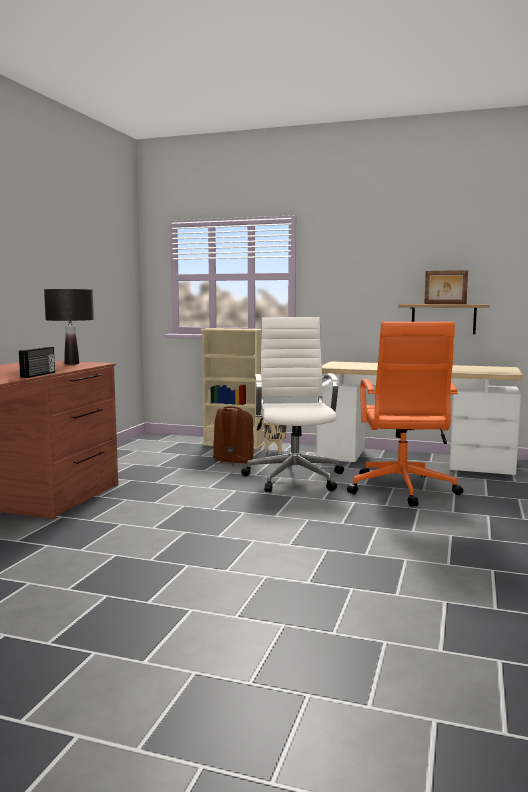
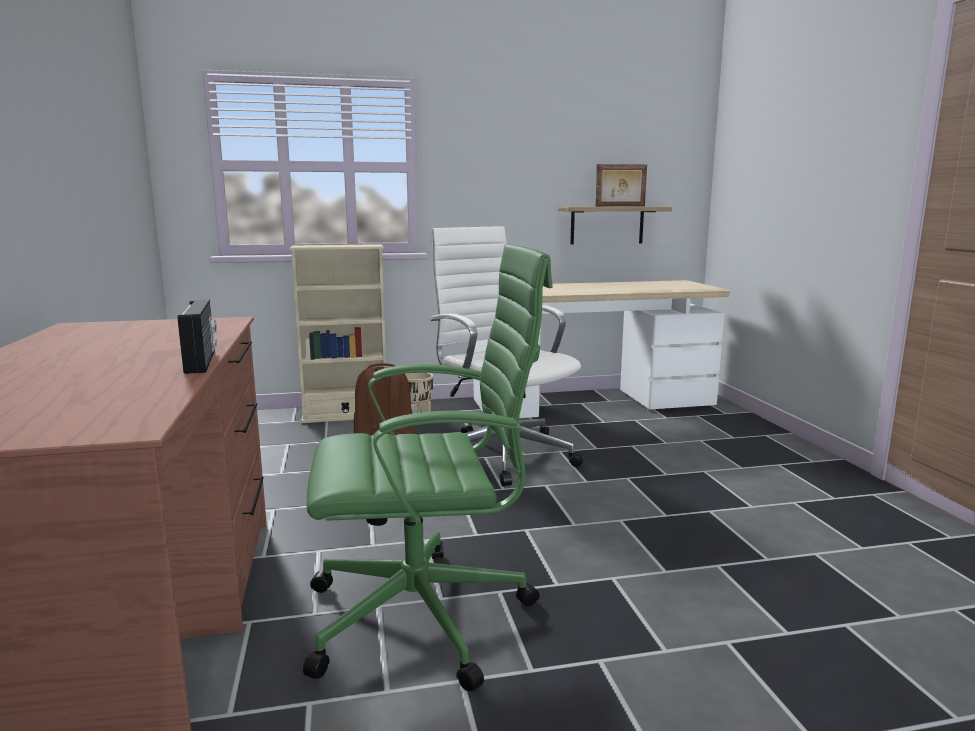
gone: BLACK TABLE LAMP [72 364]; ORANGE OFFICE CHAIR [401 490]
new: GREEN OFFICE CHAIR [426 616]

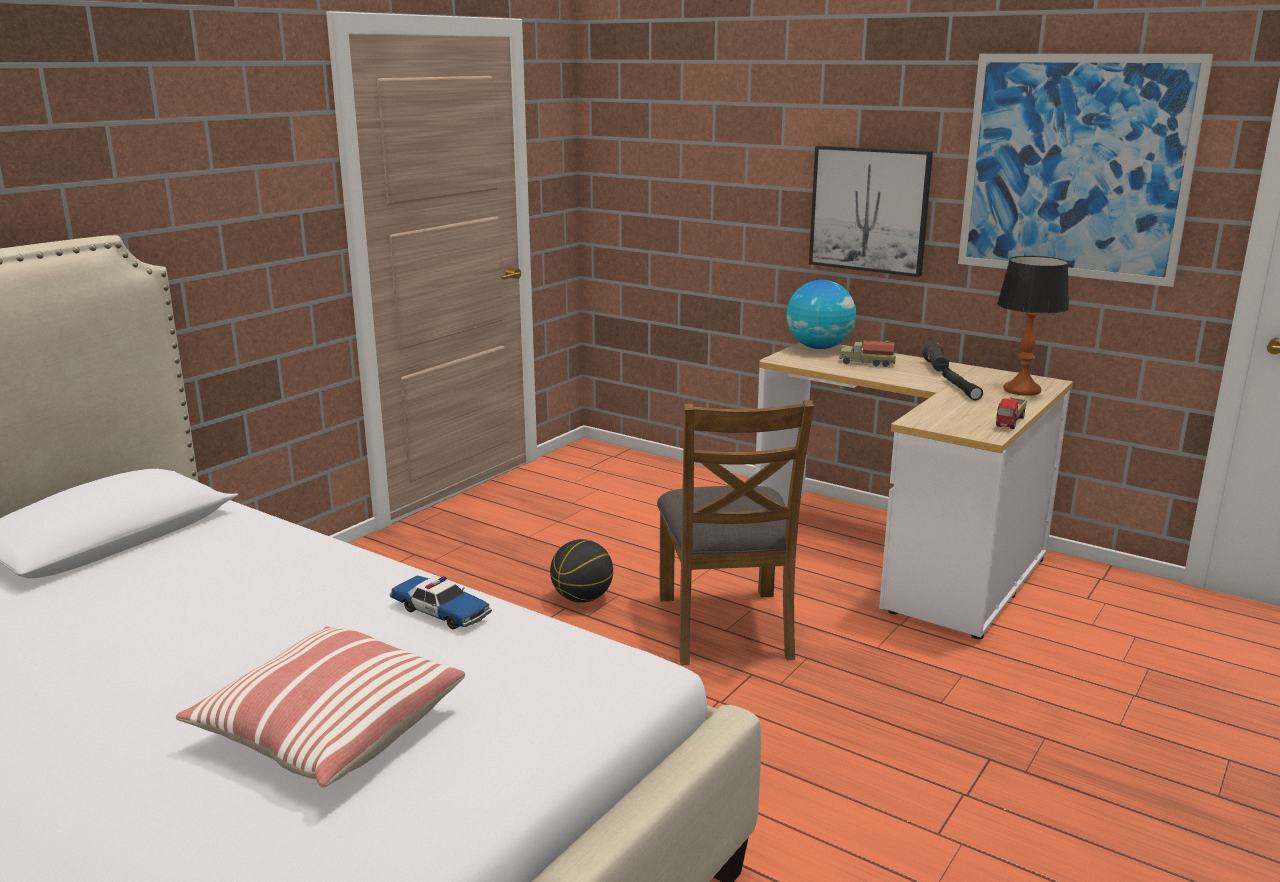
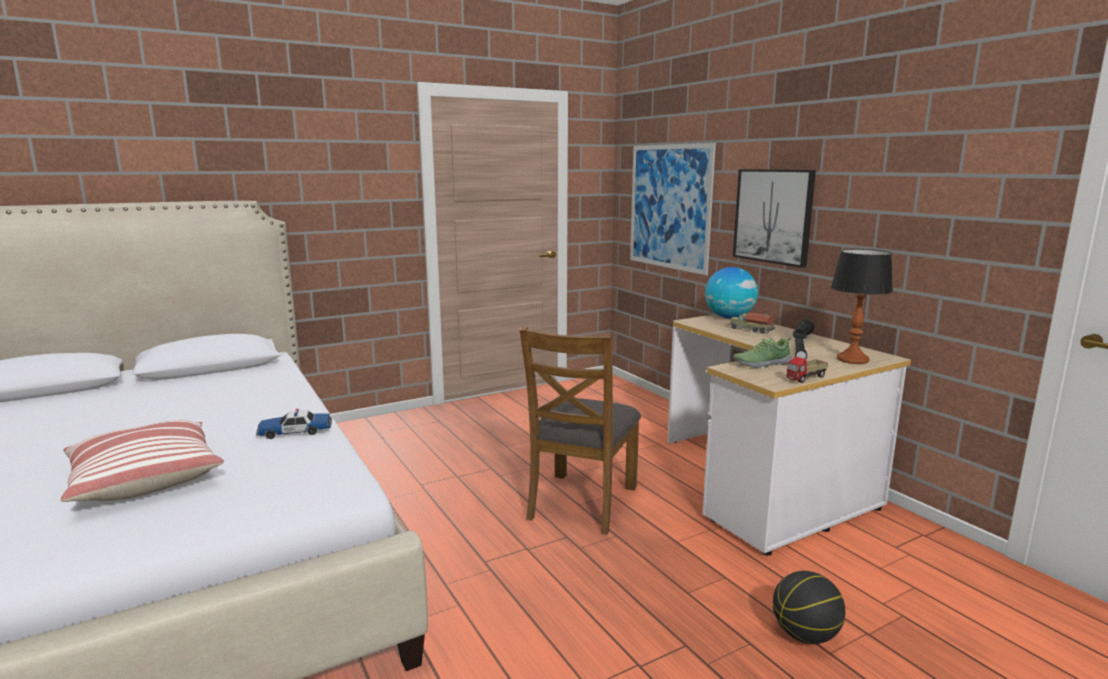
new: SHOE [761 364]
shifted: BASKETBALL [582 598] to [805 635]; PICTURE [1075 167] to [669 207]
rotated: TOY CAR [441 611] = [295 432] 105 degrees clockwise

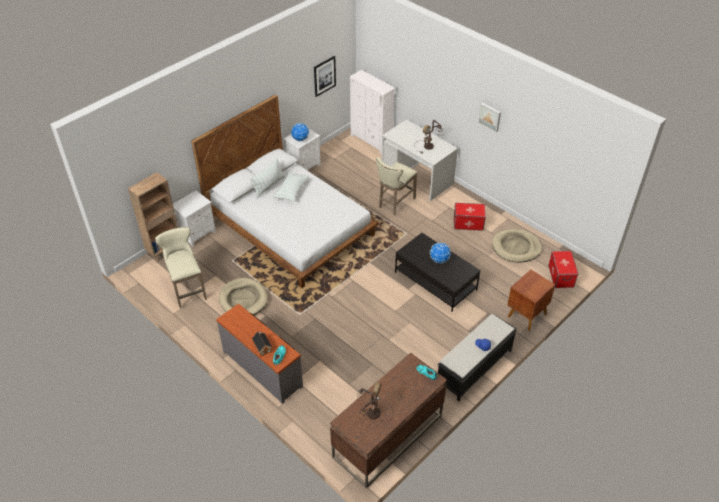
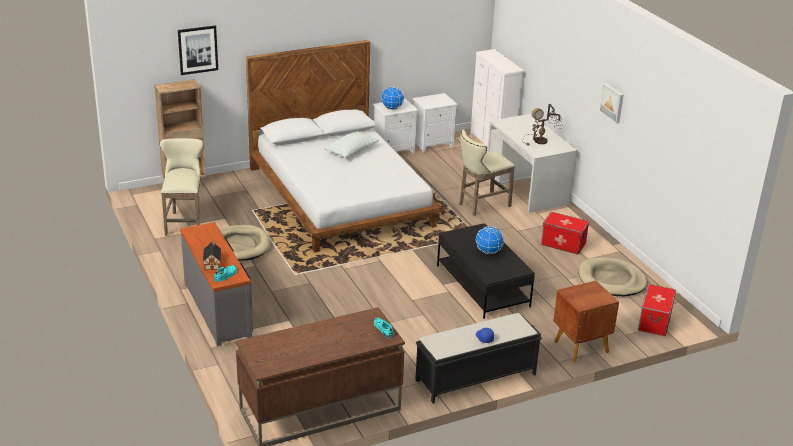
gone: PILLOW [268 186]; TABLE LAMP [372 414]
shifted: WHITE NIGHTSTAND [197 233] to [432 143]; PICTURE [324 76] to [198 49]

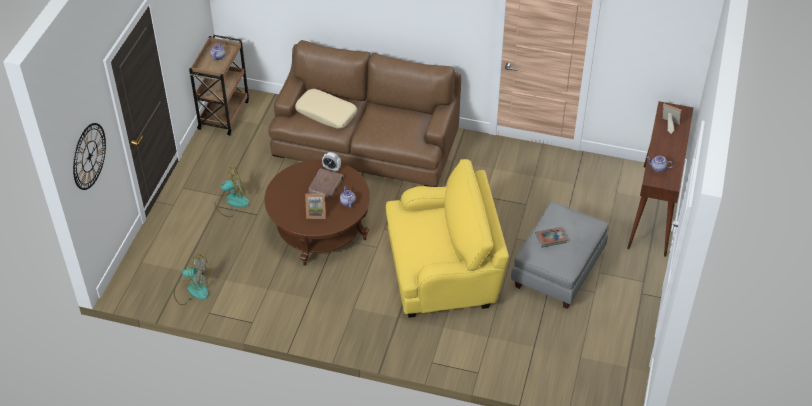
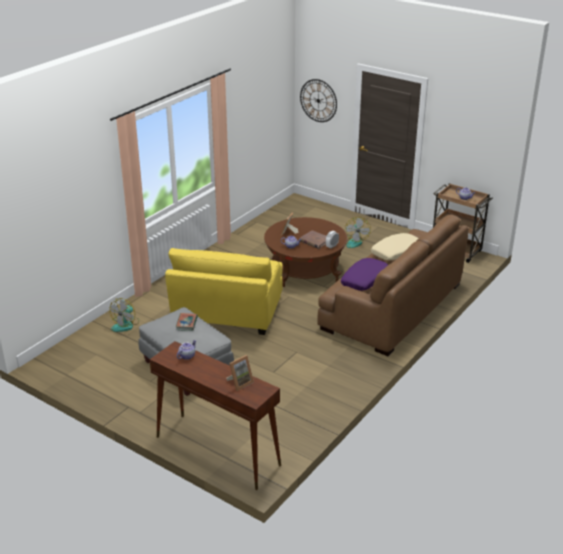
new: PURPLE PILLOW [365 280]
shifted: FAN [192 289] to [126 324]

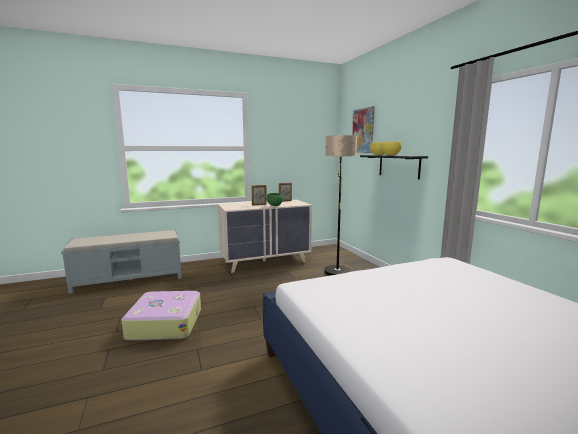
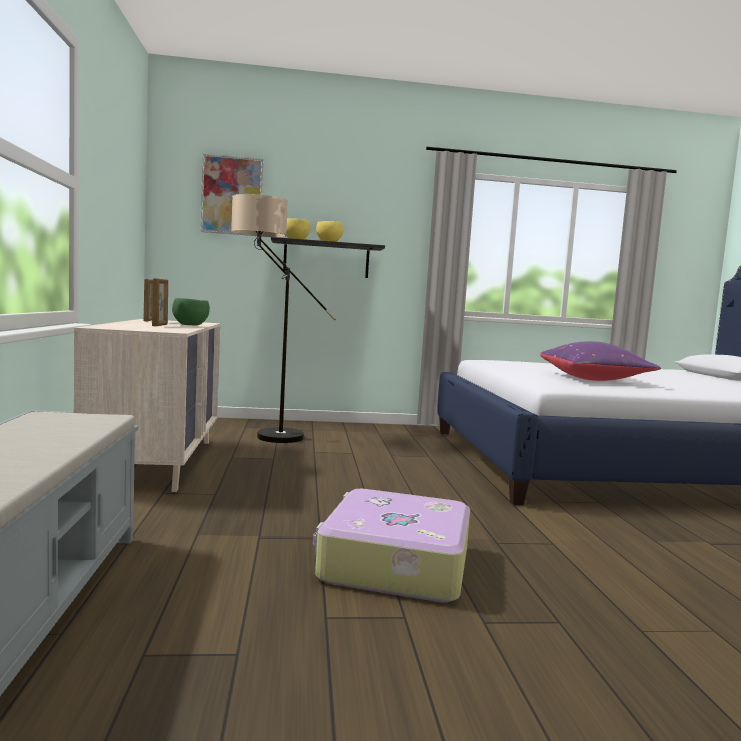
new: PURPLE PILLOW [594 379]

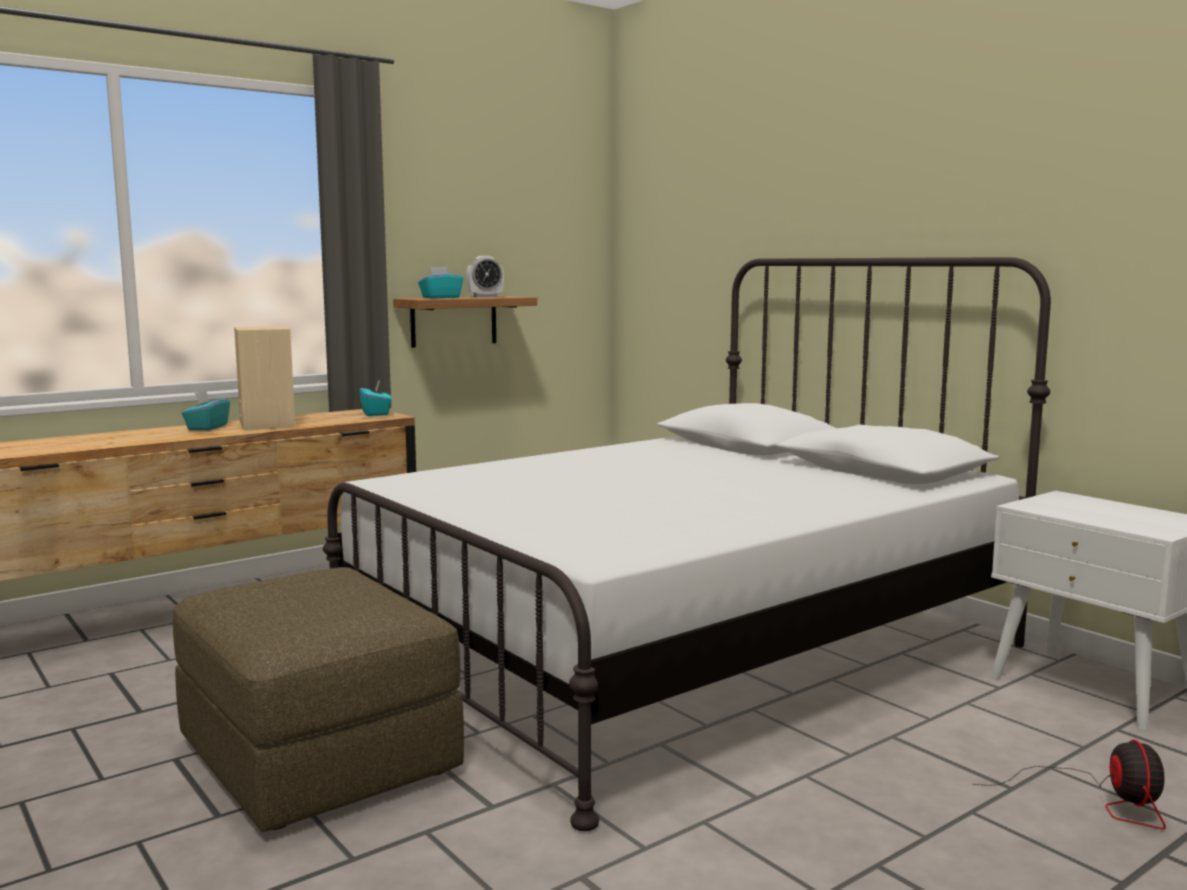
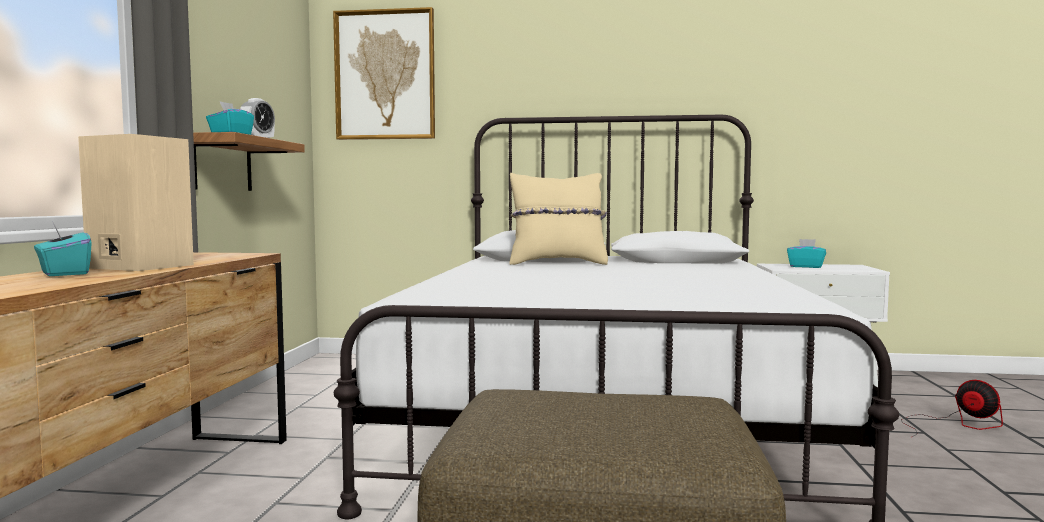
new: PICTURE [385 75]; BEIGE PILLOW [557 263]
shifted: TURQUOISE TISSUE BOX [376 413] to [806 266]

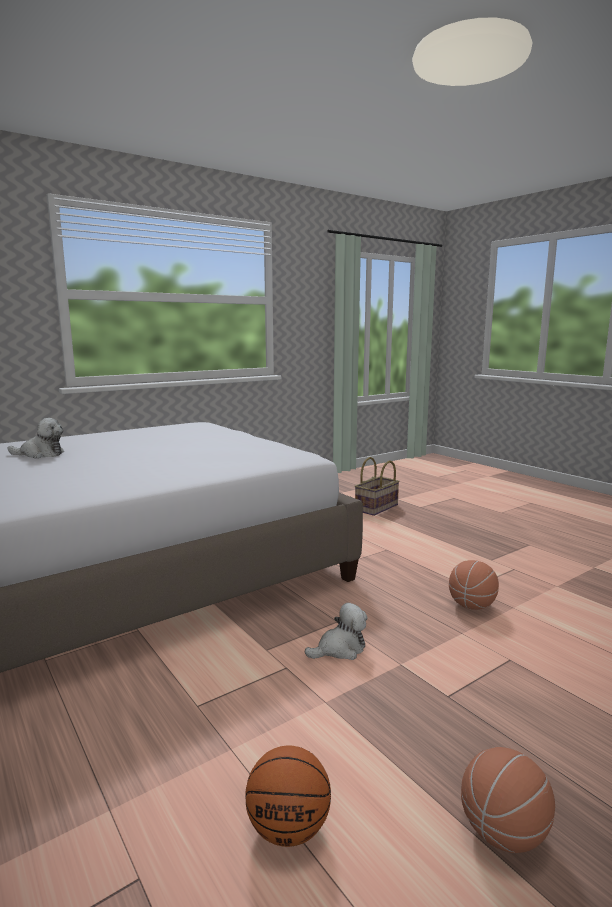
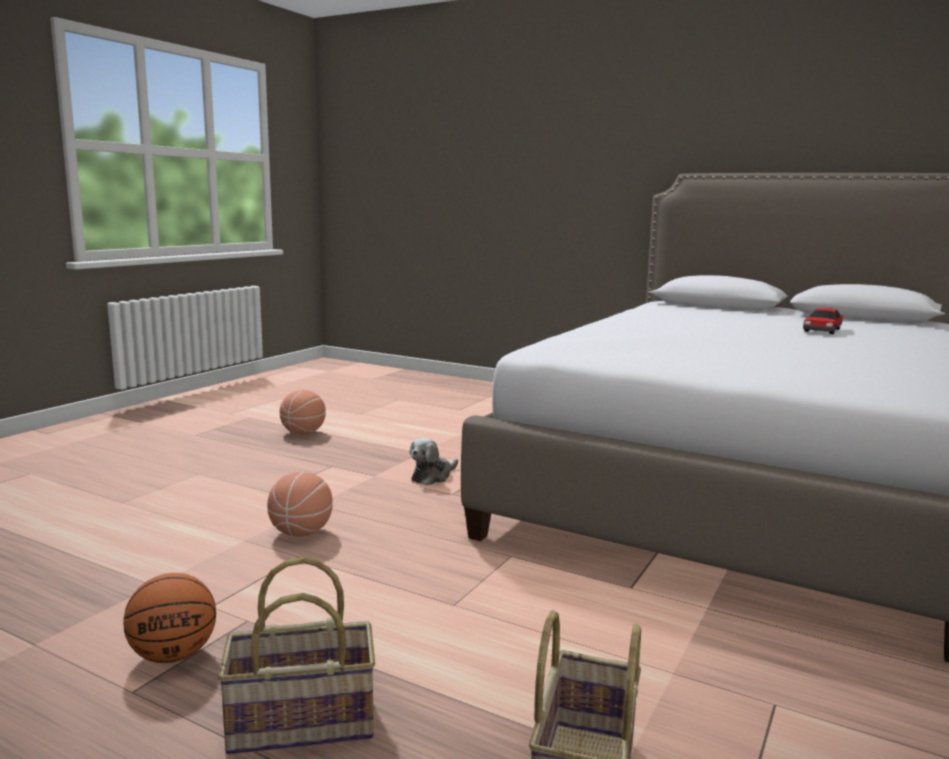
new: BASKET [301 724]
shifted: BASKETBALL [288 829] to [173 655]
swapped: PLUSH TOY [41 454] to TOY CAR [822 330]

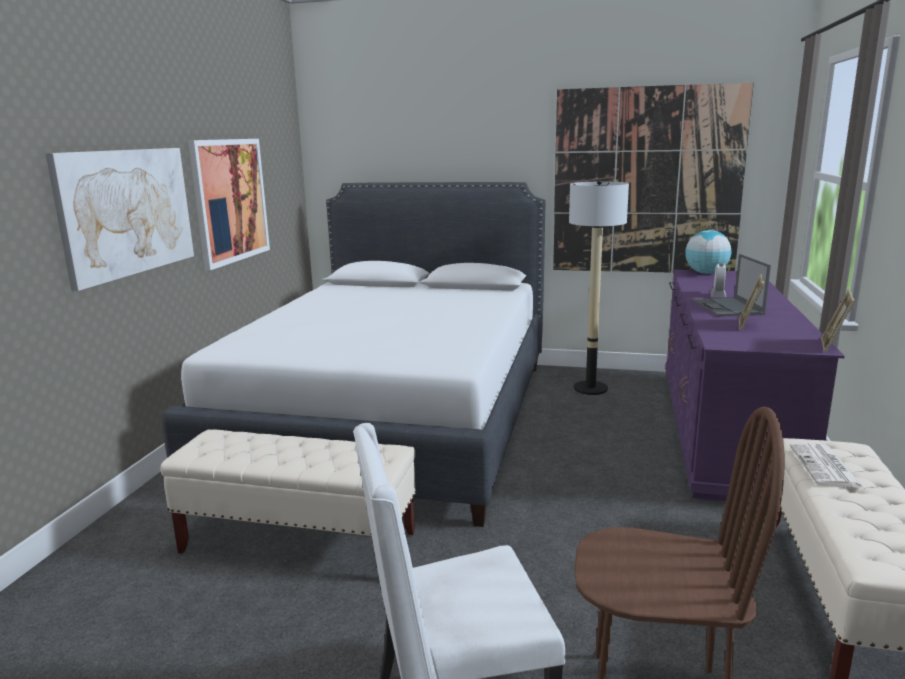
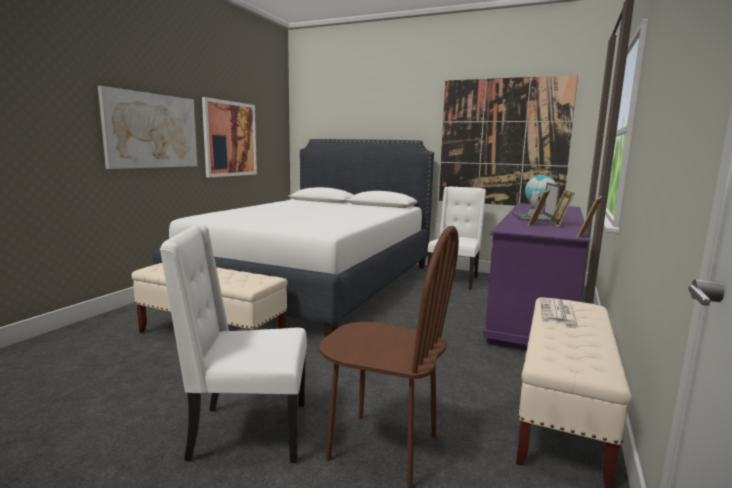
new: PICTURE FRAME [560 224]
swapped: FLOOR LAMP [590 388] to WHITE CHAIR [454 280]

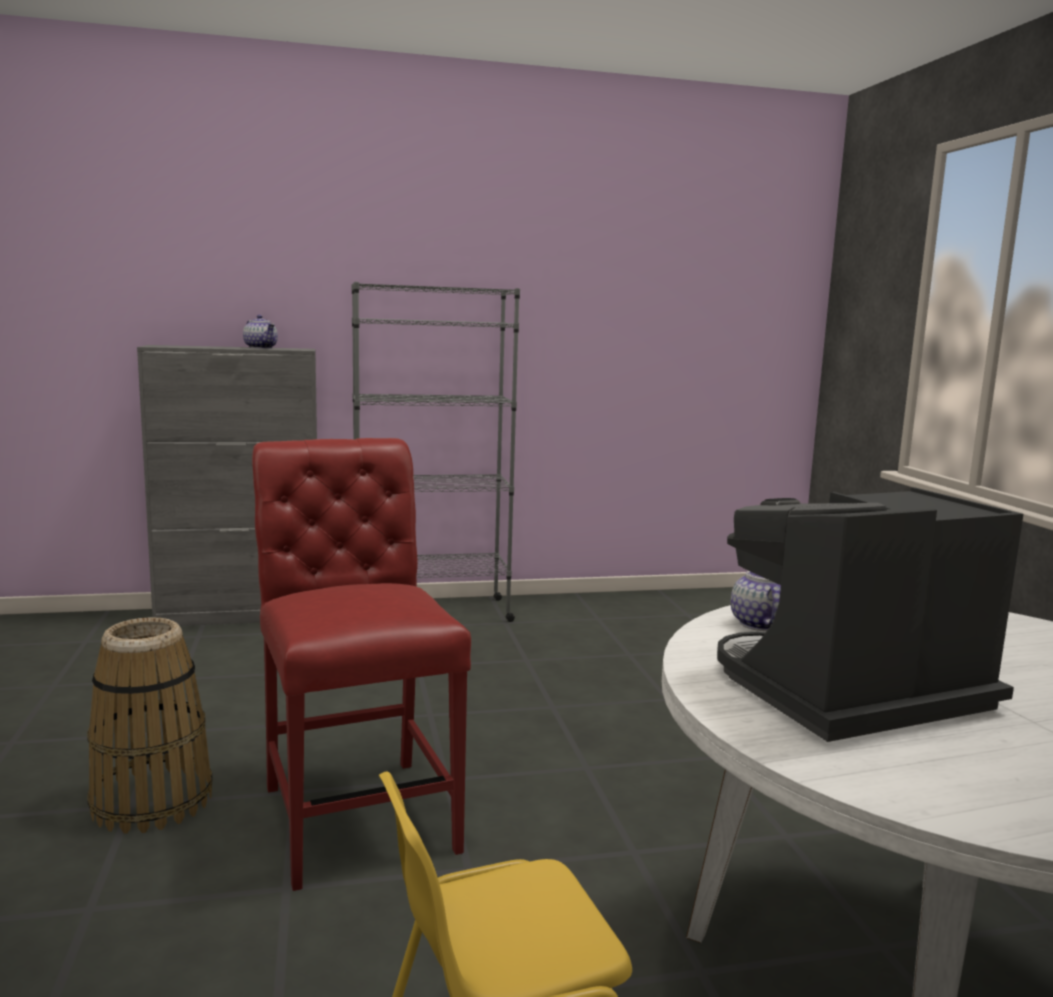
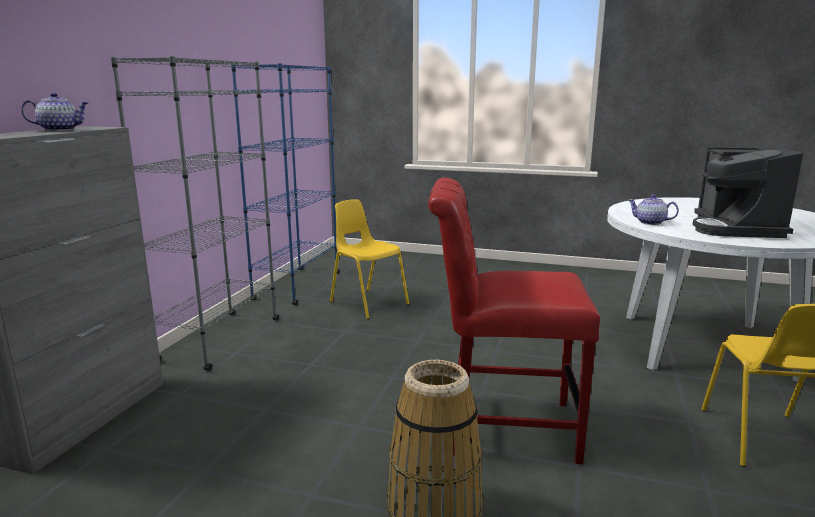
new: BLUE BOOKCASE [297 286]; YELLOW CHAIR [368 303]

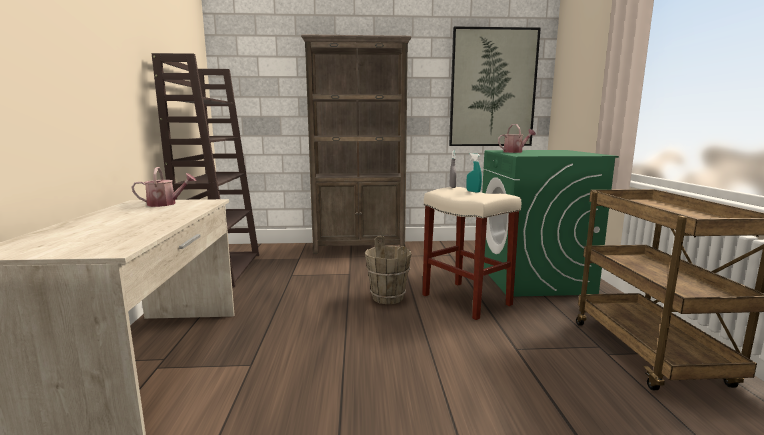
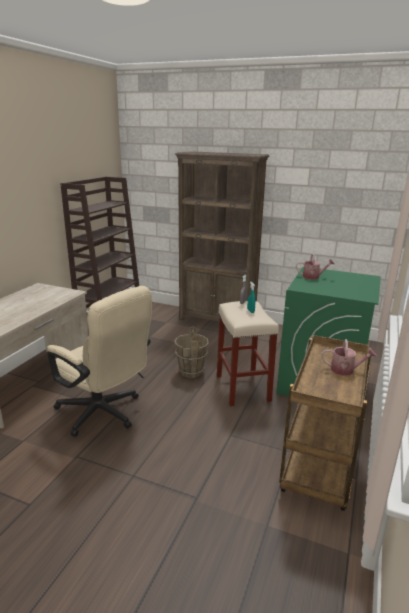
gone: PICTURE [492 88]
new: BEIGE OFFICE CHAIR [104 414]
shifted: WATERING CAN [166 204] to [345 370]

